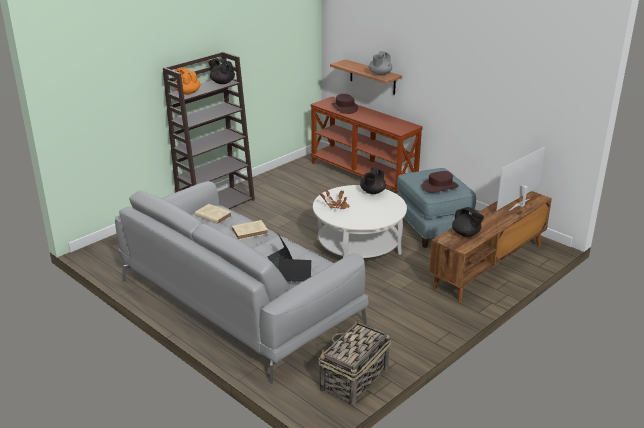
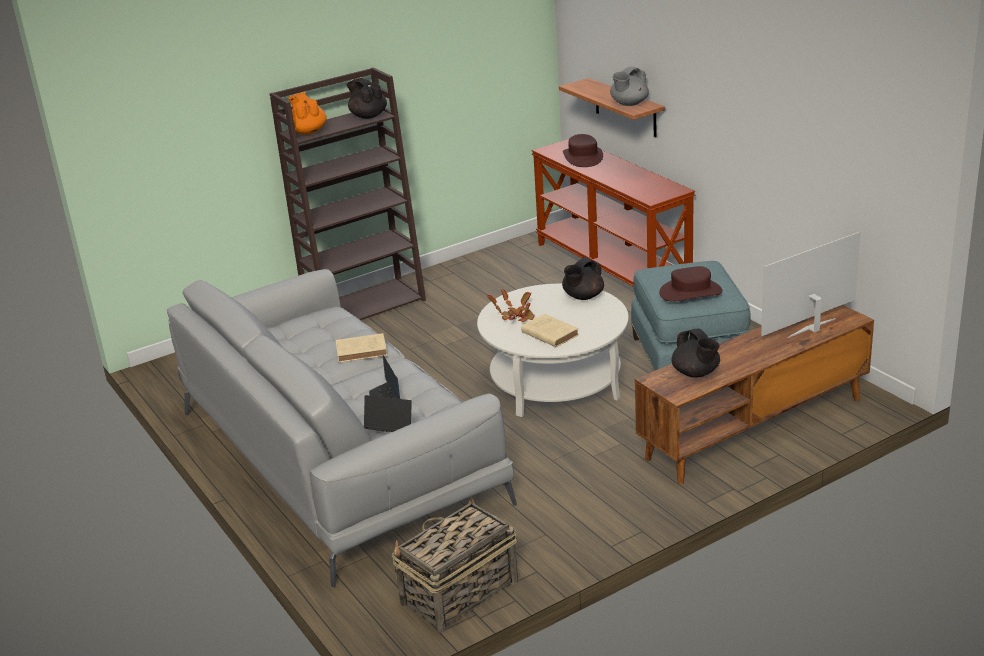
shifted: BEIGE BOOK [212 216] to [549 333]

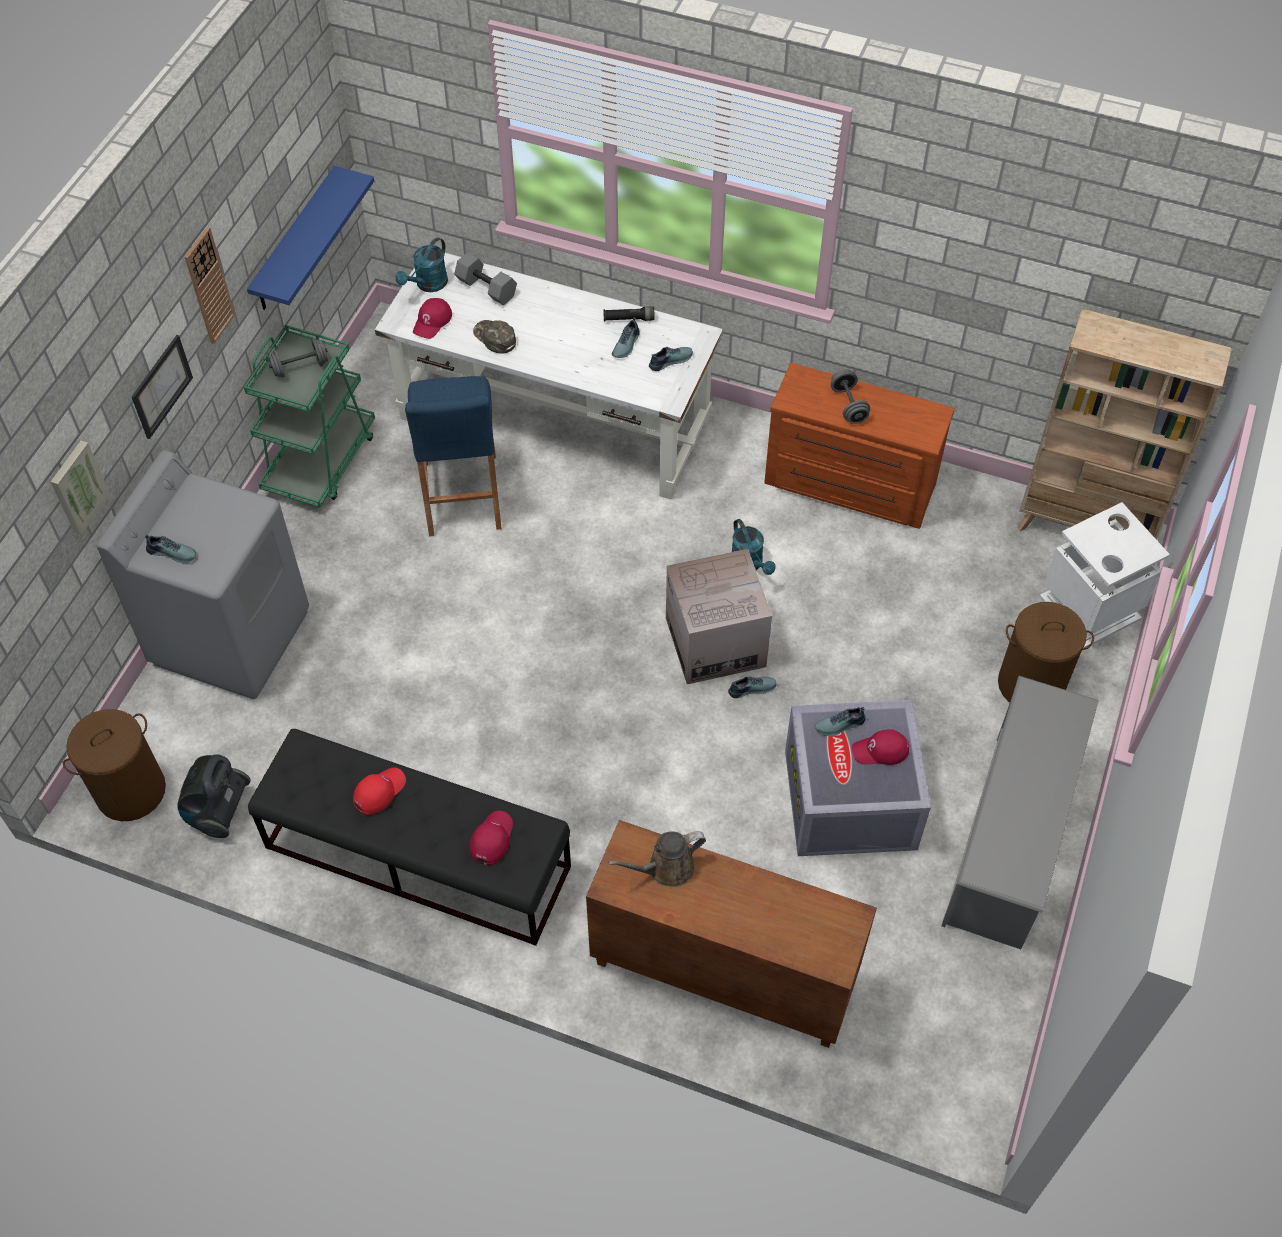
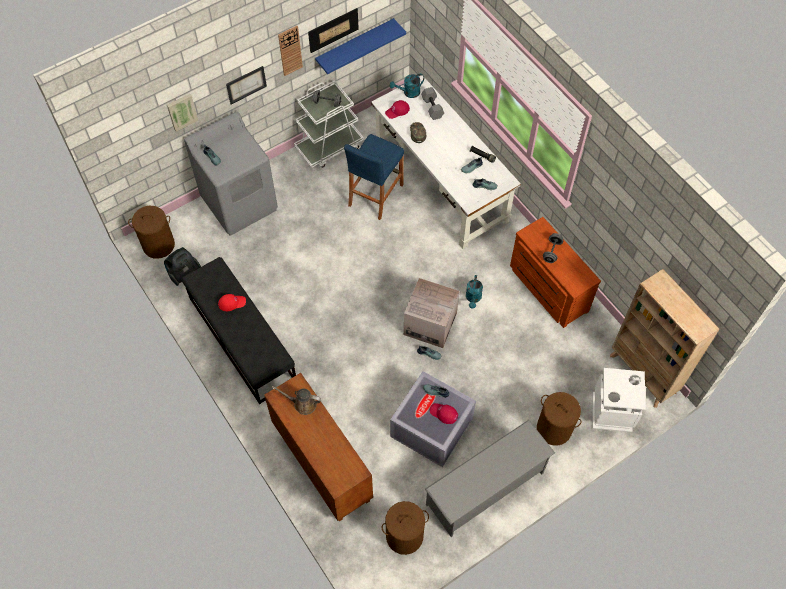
gone: RED CAP [491 839]
new: PICTURE [333 30]; BROWN LAUNDRY BASKET [404 536]
repainted: GREEN CART [320 461] to WHITE CART [329 147]

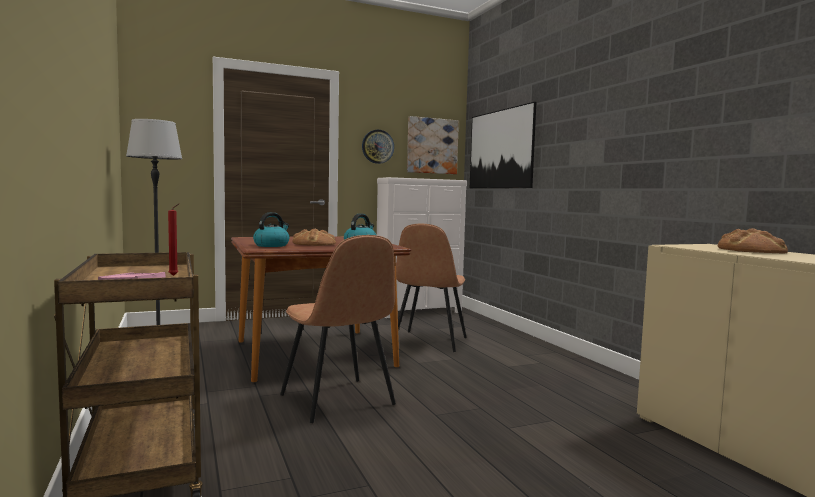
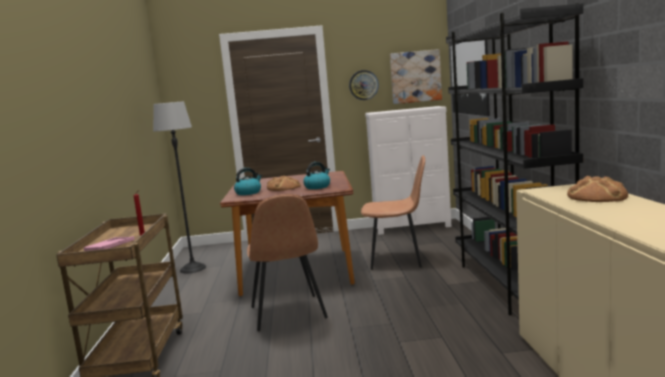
new: BLACK BOOKCASE [509 285]
rotated: BROWN CHAIR [429 342] = [397 259] 120 degrees counterclockwise

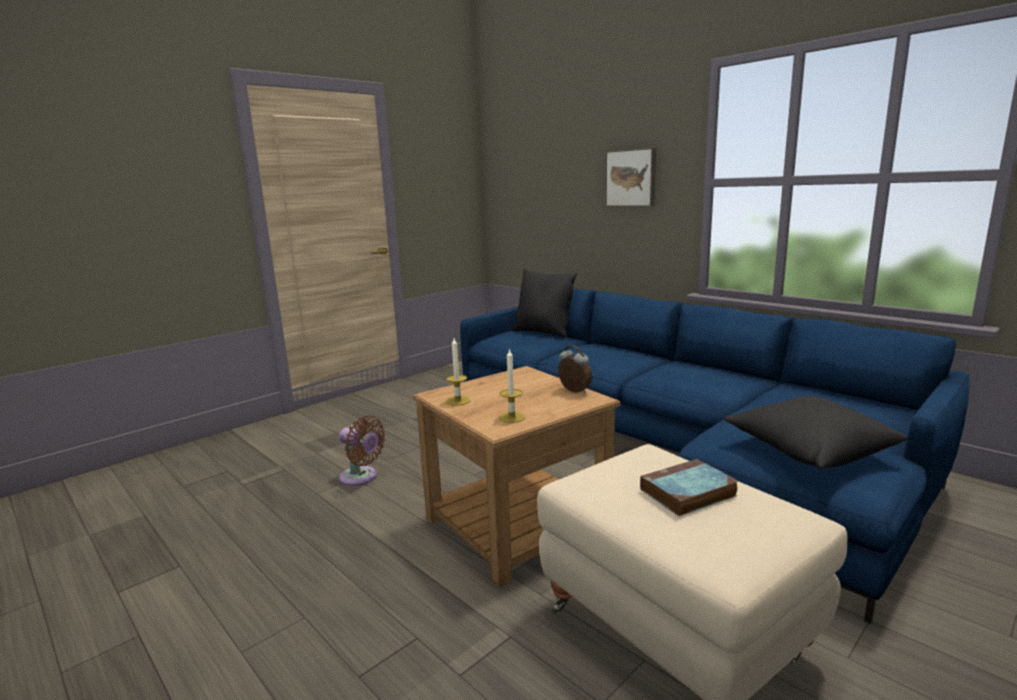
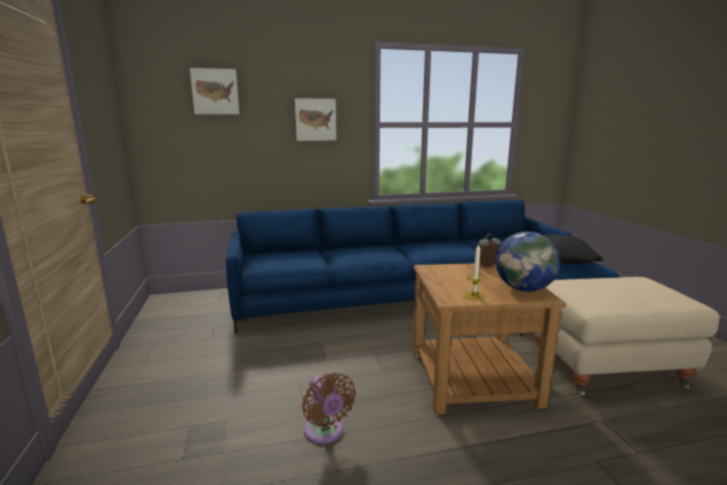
gone: BLACK PILLOW [543 332]; BOOK [687 493]
new: PICTURE [215 91]
swapped: CANDLE [512 417] to GLOBE [524 289]
rotated: BROWN FAN [361 478] = [325 433] 90 degrees clockwise

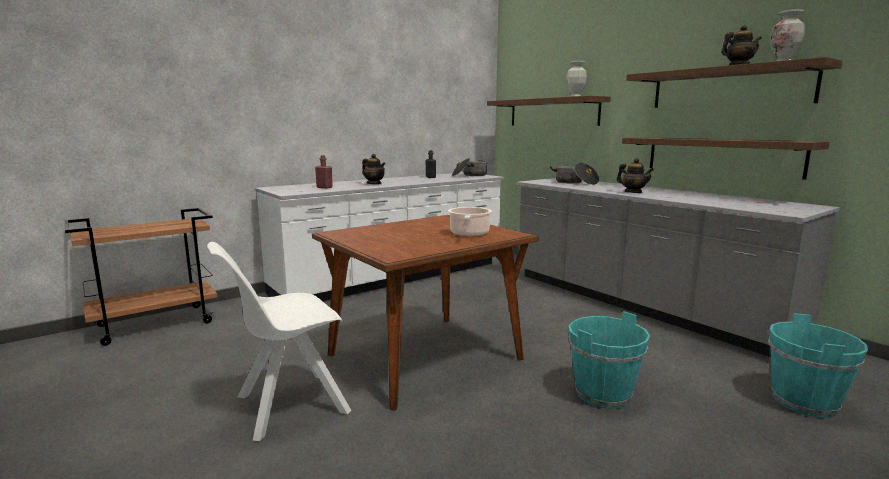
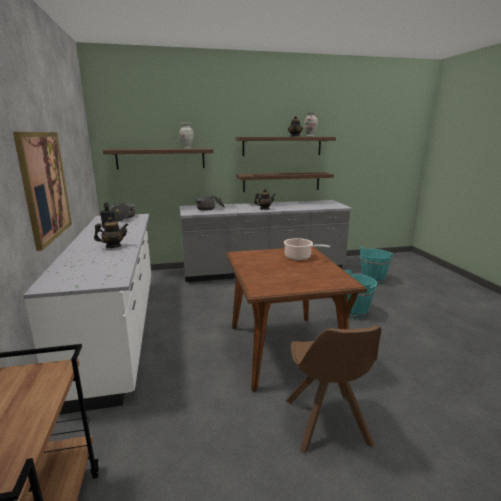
gone: RED BOTTLE [324 187]
new: PICTURE [45 186]
repainted: WHITE CHAIR [288 405] to BROWN CHAIR [327 423]

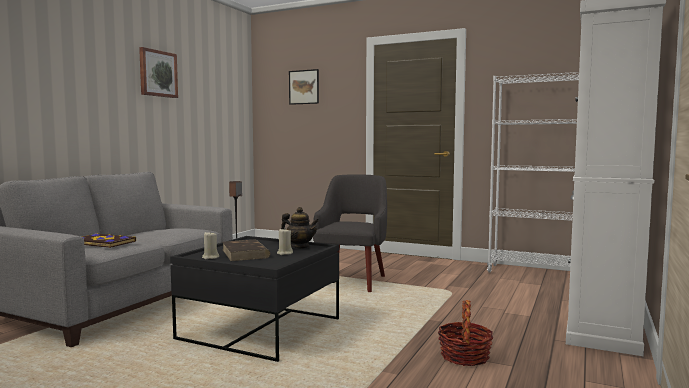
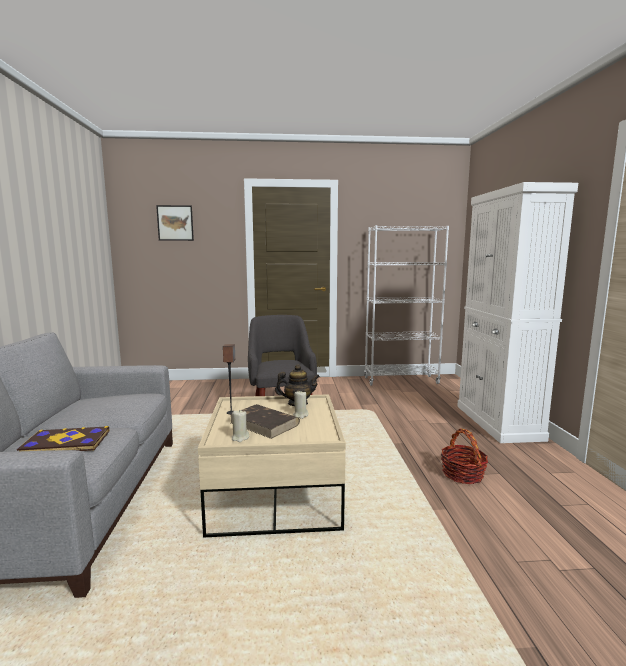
gone: PICTURE [157 73]
repainted: BLACK COFFEE TABLE [260 329] to BEIGE COFFEE TABLE [275 495]

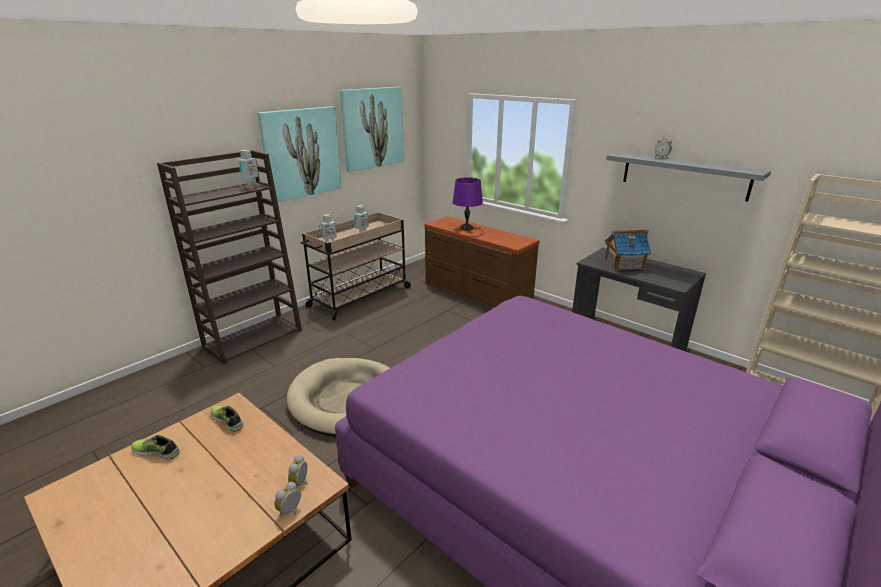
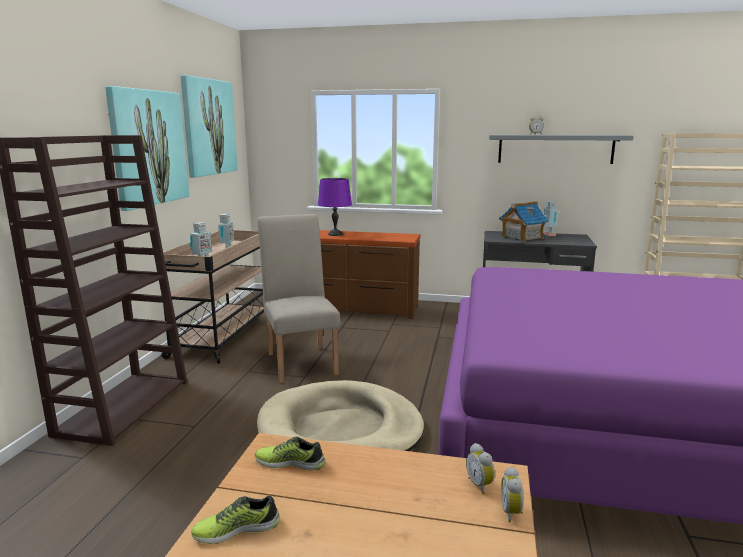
new: BEIGE CHAIR [301 361]
shifted: TOY ROBOT [251 187] to [548 235]

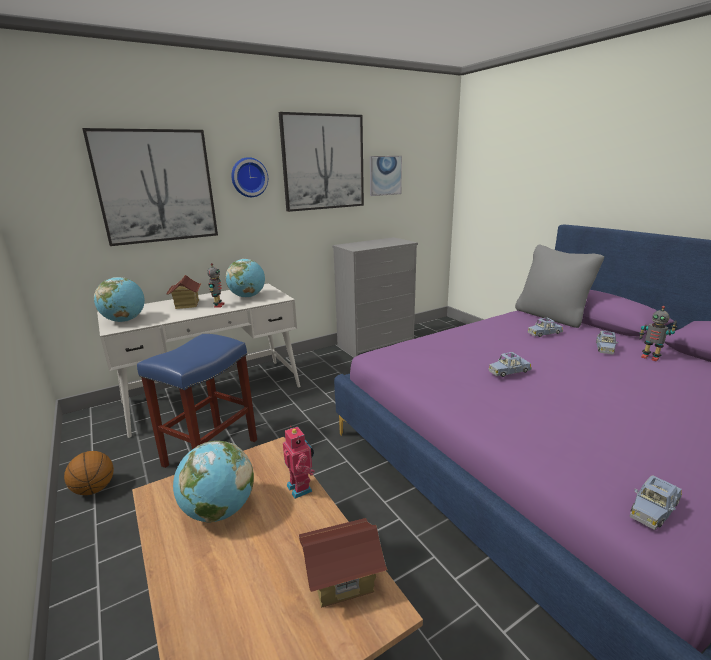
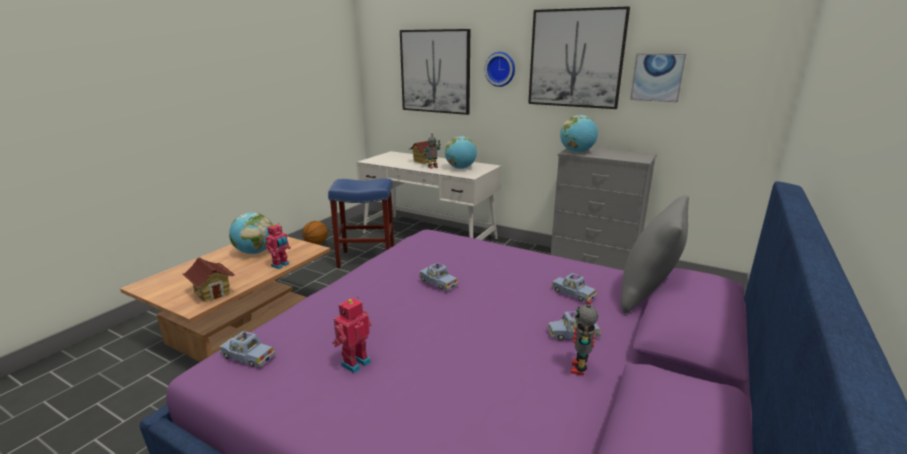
new: TOY ROBOT [354 362]
shifted: GLOBE [125 320] to [577 152]

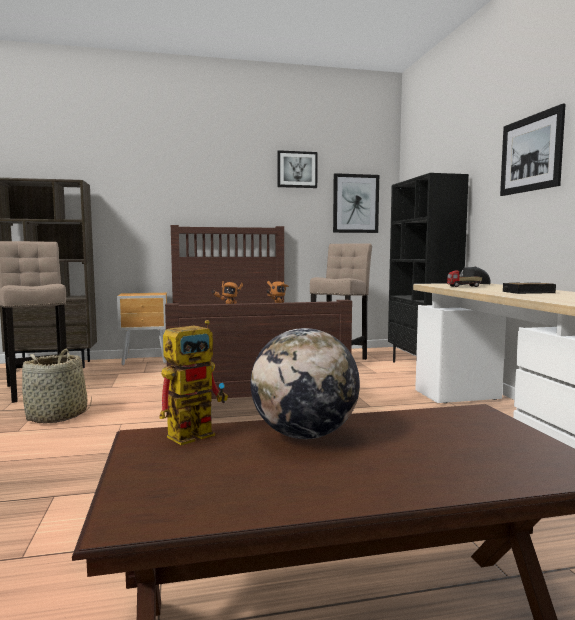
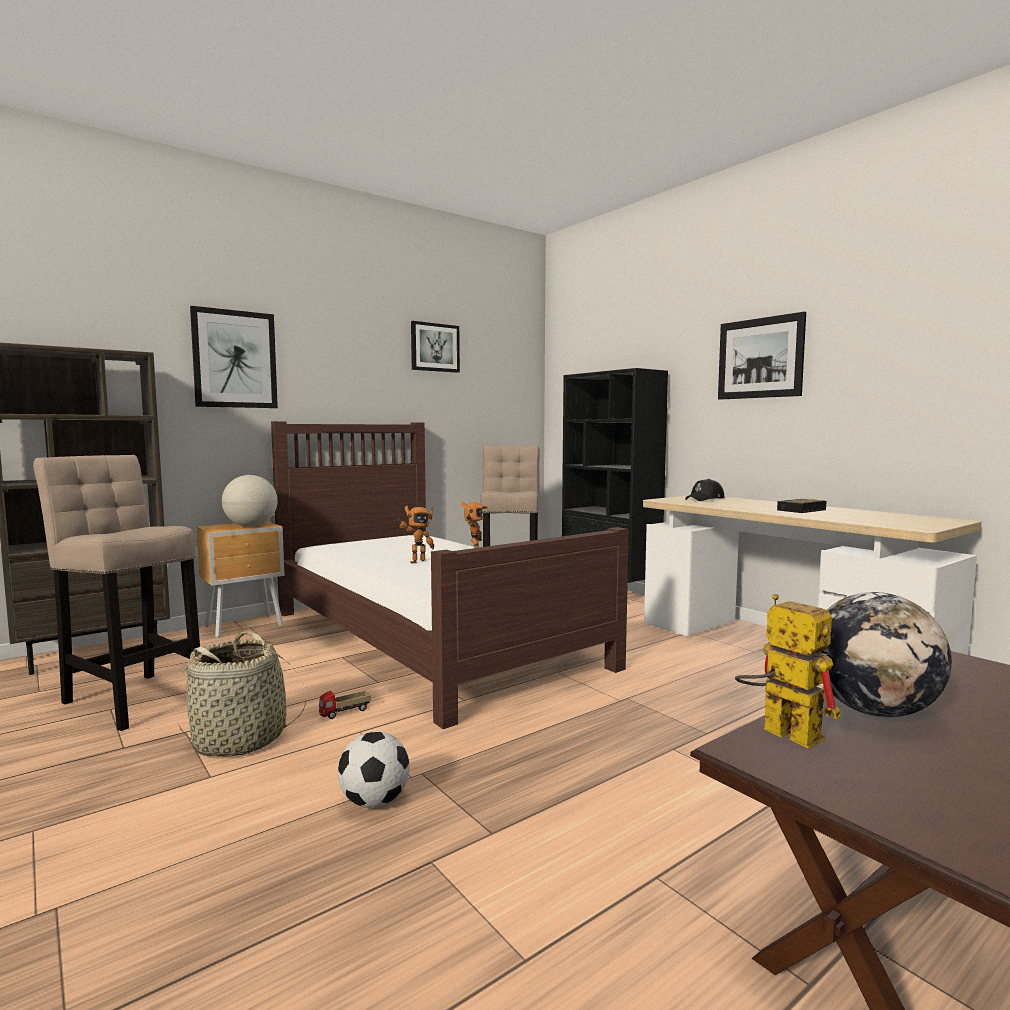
new: GLOBE [251 526]; FOOTBALL [374 802]
shifted: PICTURE [355 203] to [235 359]; TOY TRUCK [464 286] to [345 712]
rotated: TOY ROBOT [197 432] = [779 731] 60 degrees counterclockwise

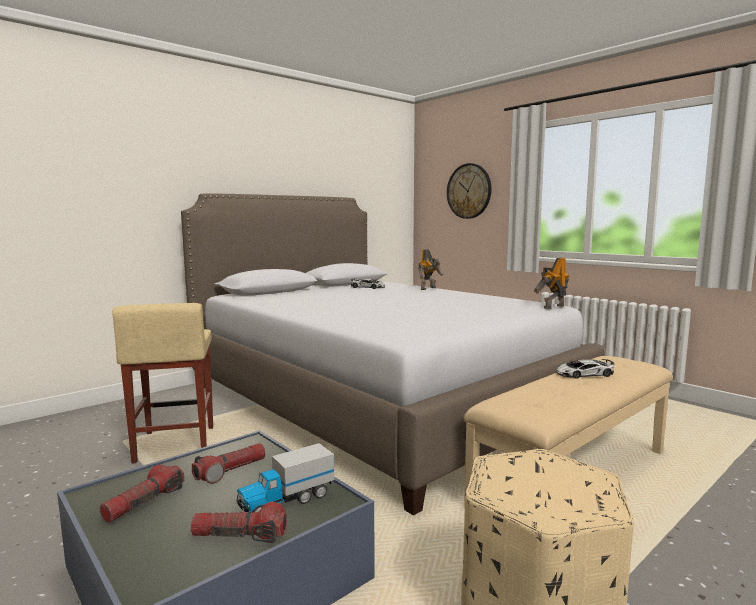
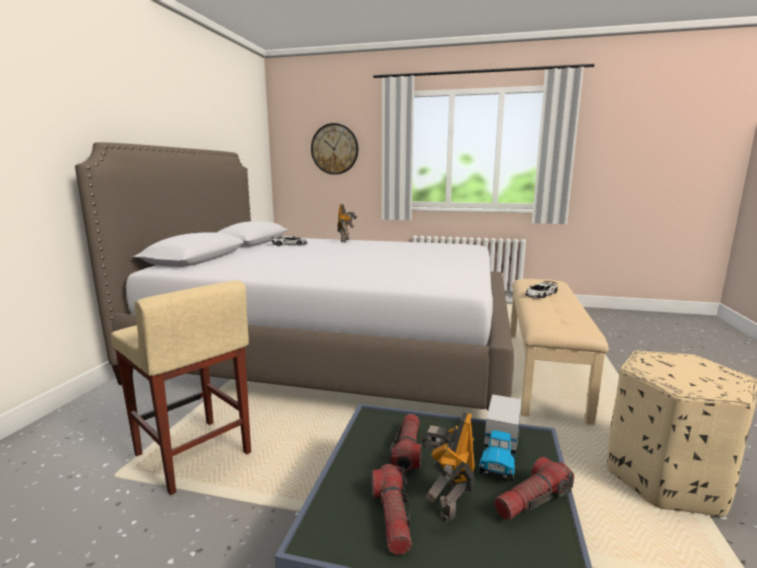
shifted: TOY ROBOT [552 307] to [448 501]

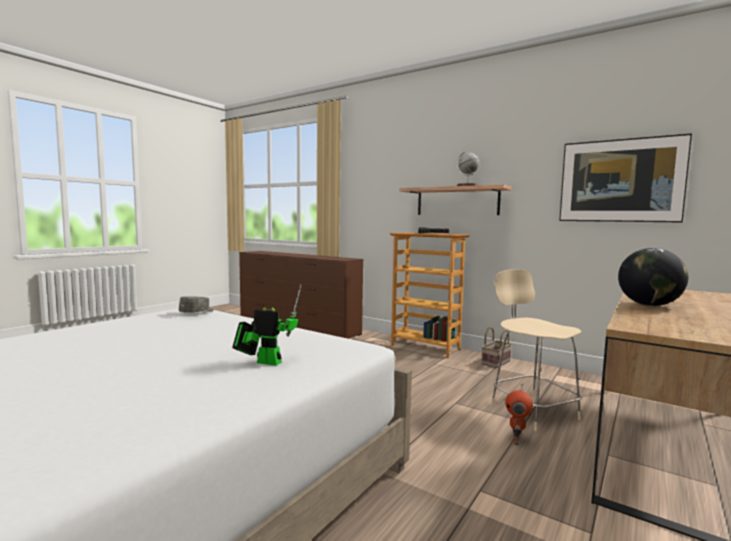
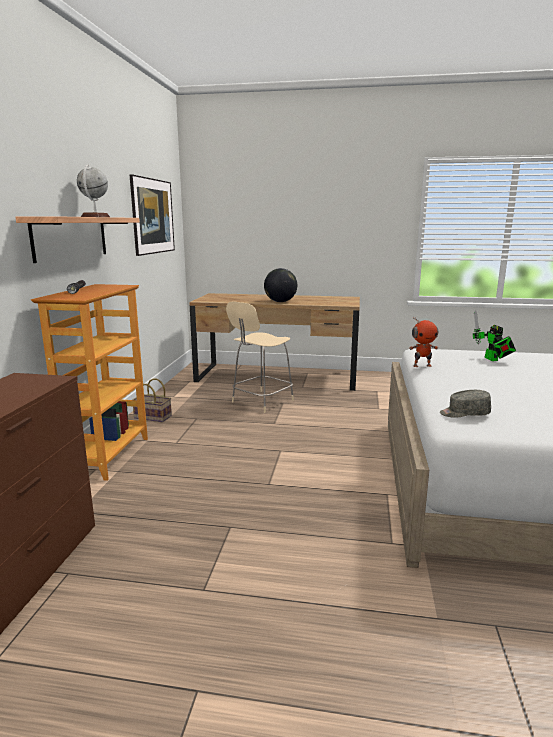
shifted: TOY ROBOT [517 440] to [422 365]

